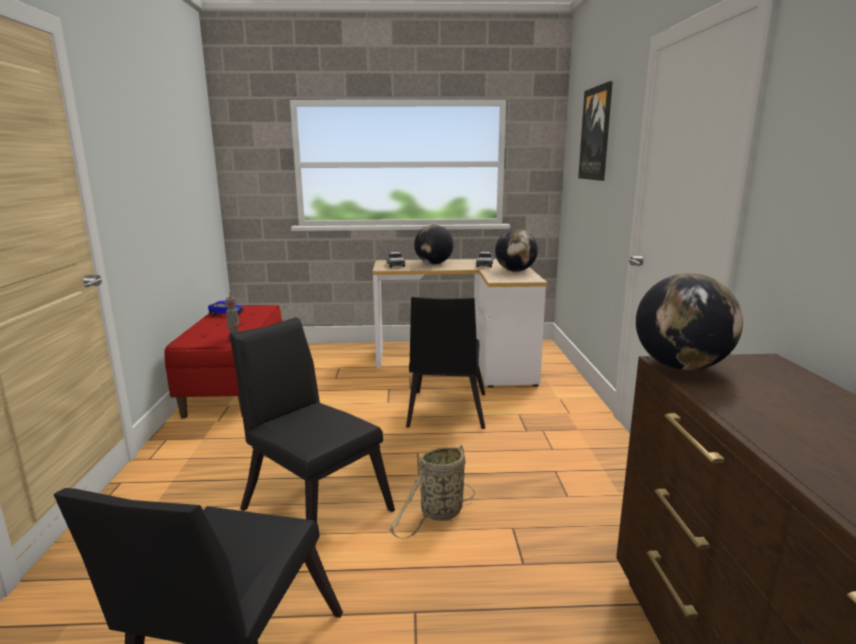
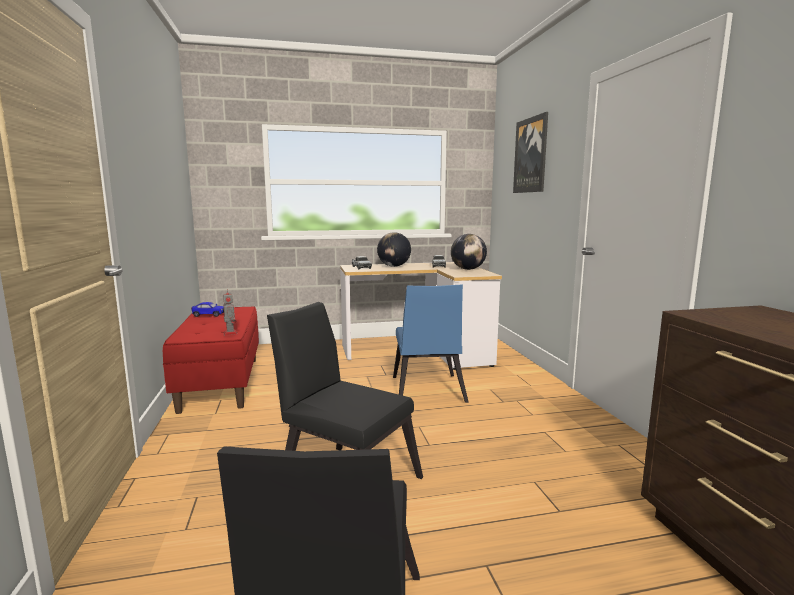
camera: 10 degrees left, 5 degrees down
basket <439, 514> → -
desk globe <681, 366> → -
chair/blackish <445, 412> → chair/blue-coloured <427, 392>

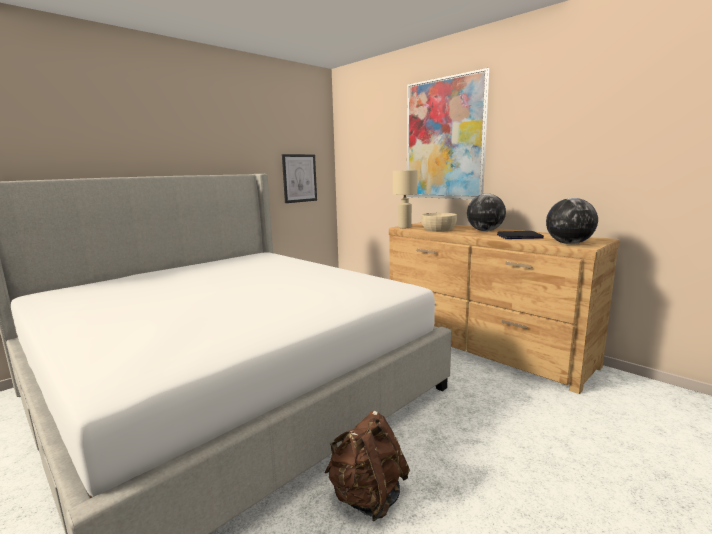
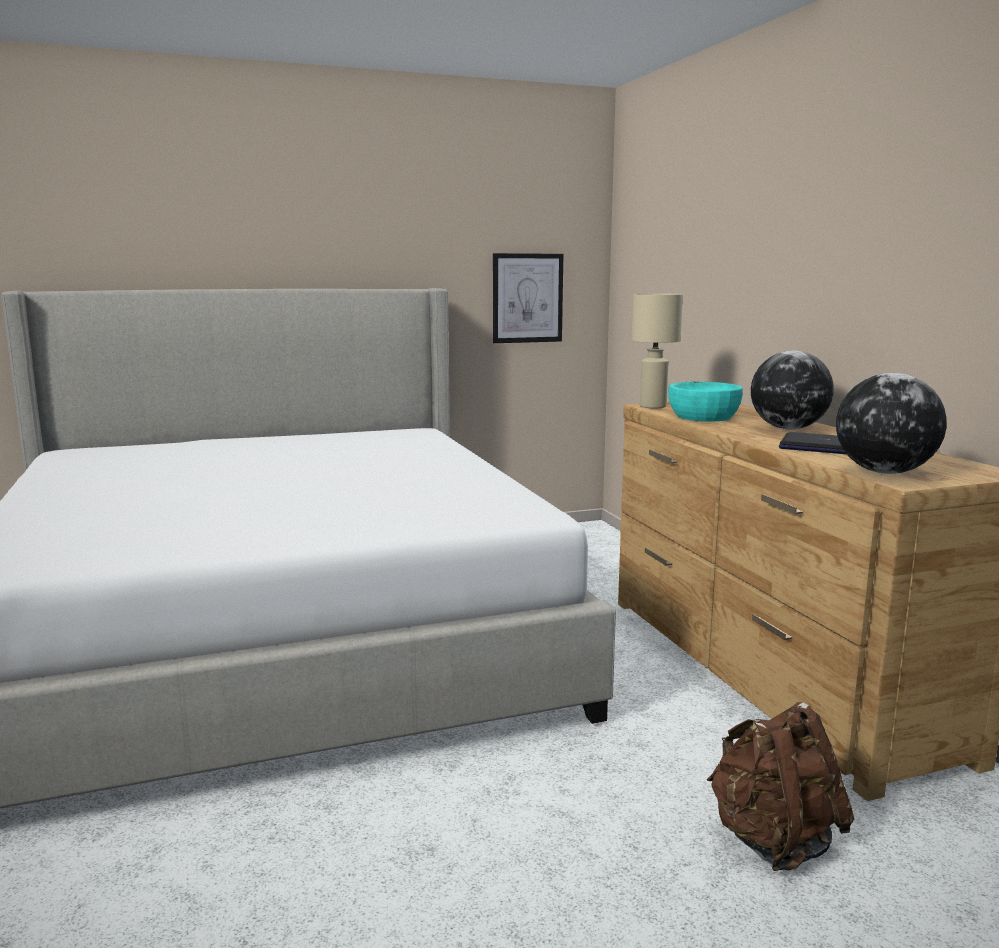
camera: 25 degrees right, 0 degrees up
wall picture <444, 139> → -
backpack/brown-coloured <367, 497> → backpack/brown-coloured <773, 841>, move
deep dish/beige <438, 229> → deep dish/turquoise-coloured <703, 417>

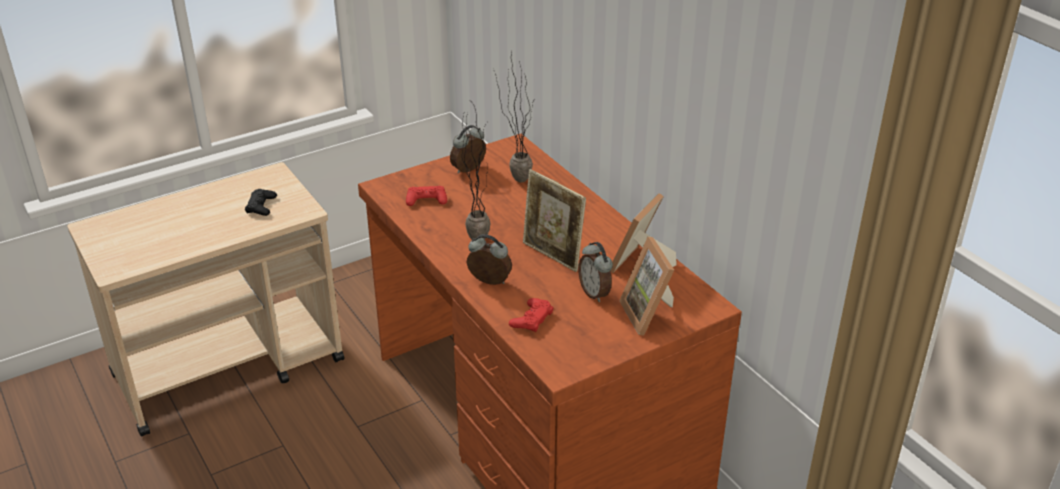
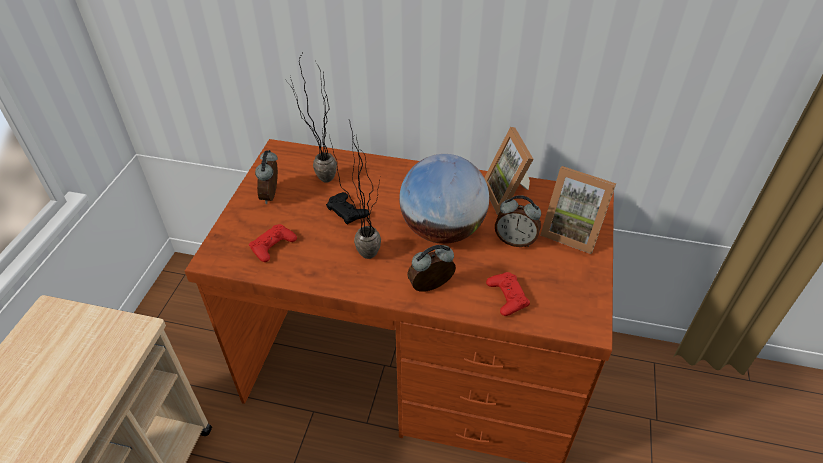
camera: 45 degrees left, 10 degrees up
game controller/blackish <261, 206> → game controller/blackish <347, 211>, move
photo frame <552, 256> → desk globe <442, 230>

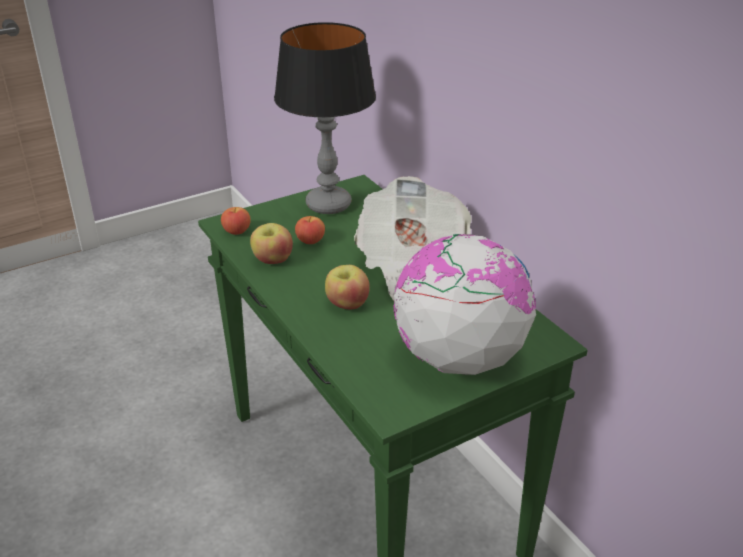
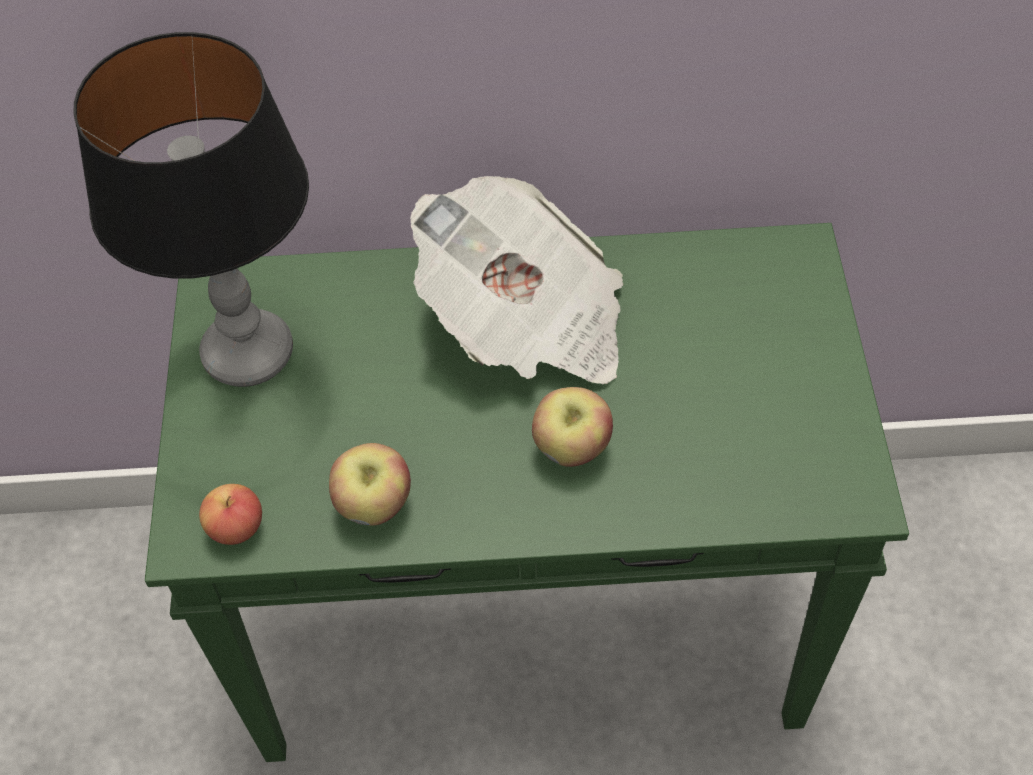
camera: 60 degrees left, 20 degrees up
apple <310, 241> → -
desk globe <459, 358> → -

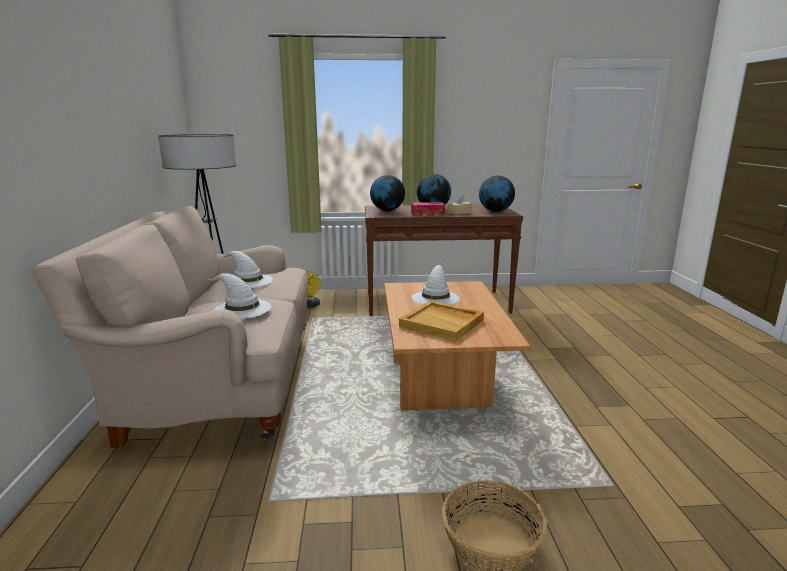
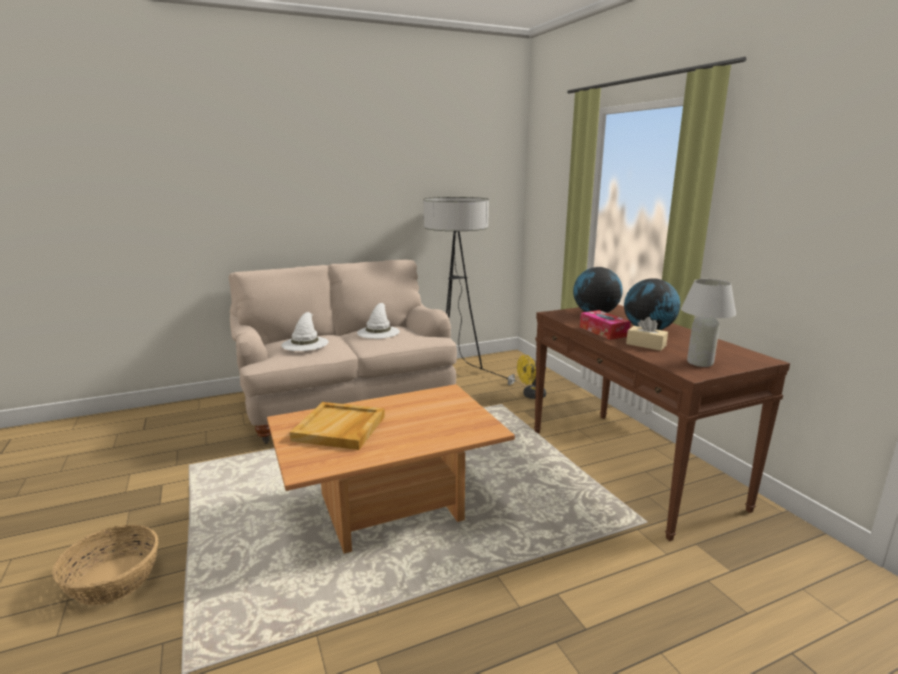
camera: 70 degrees right, 0 degrees up
wearable hat/whitish <435, 297> → -
desk globe <495, 211> → tabletop lamp/whitish <700, 363>

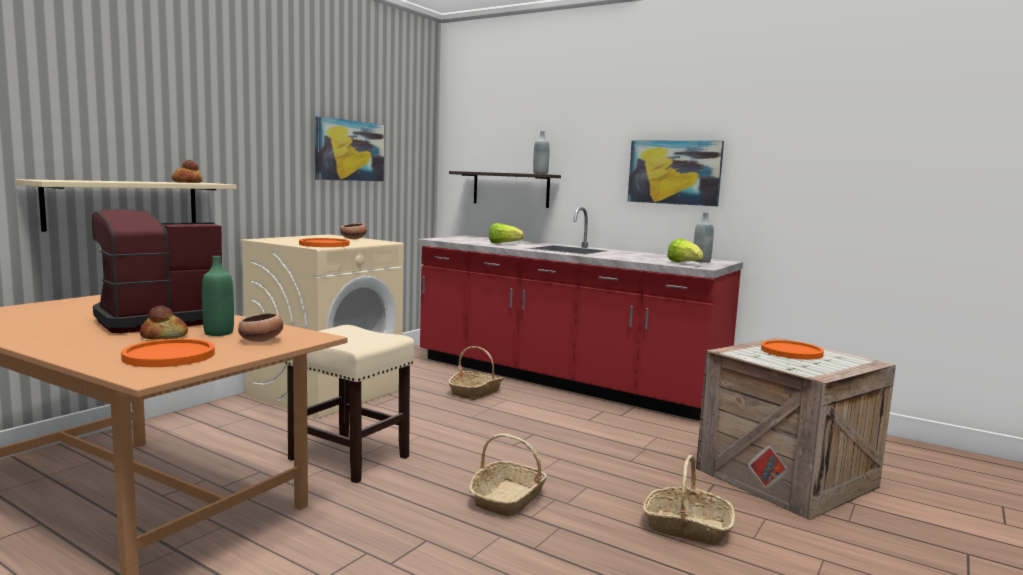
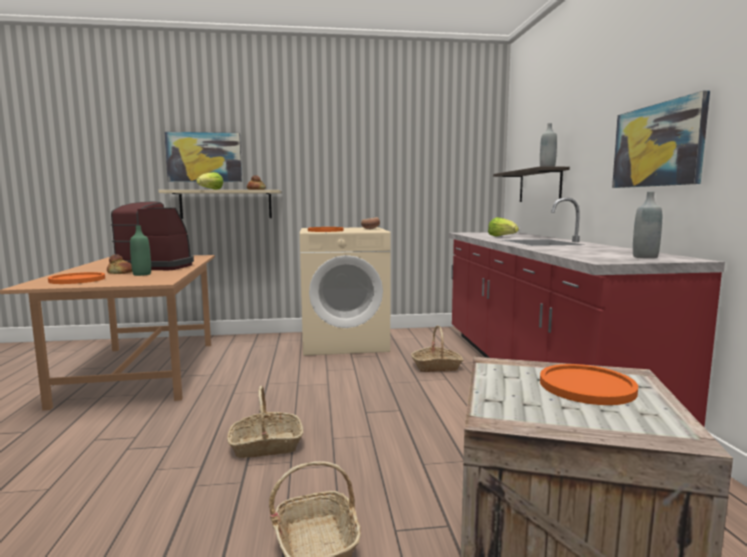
camera: 50 degrees right, 0 degrees up
deep dish <261, 341> → -
stool/beige <350, 458> → -
wall picture <349, 150> → wall picture <204, 157>, move
lettuce <684, 263> → lettuce <211, 189>, move

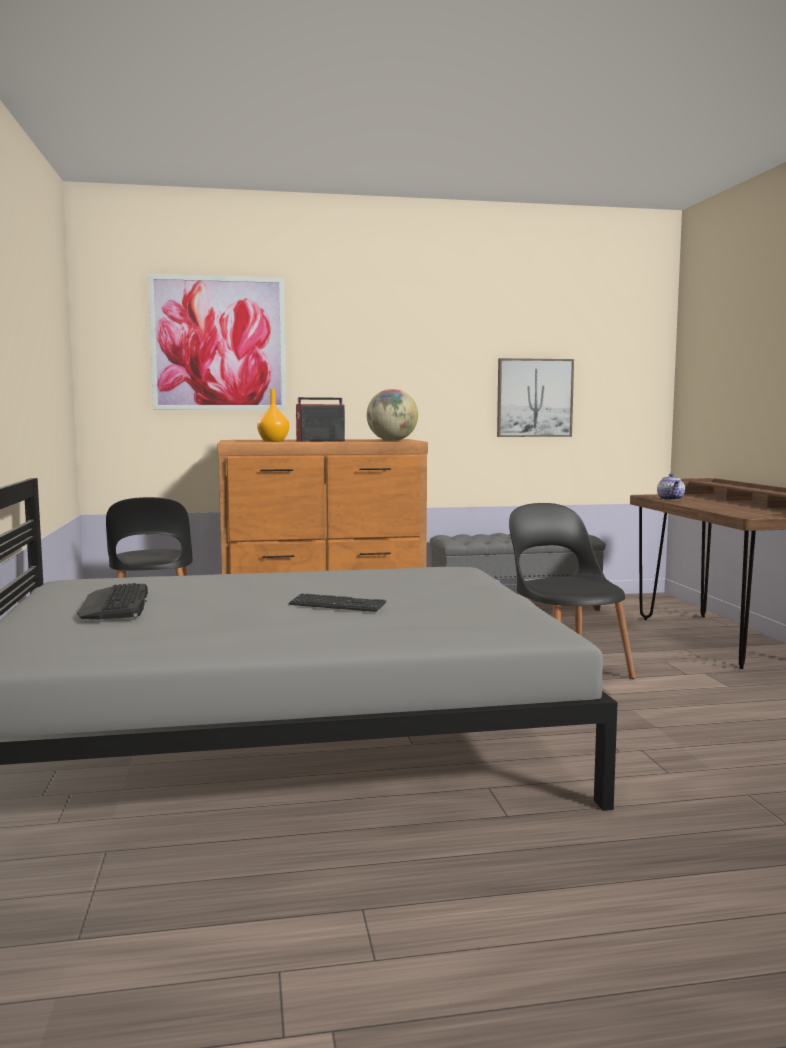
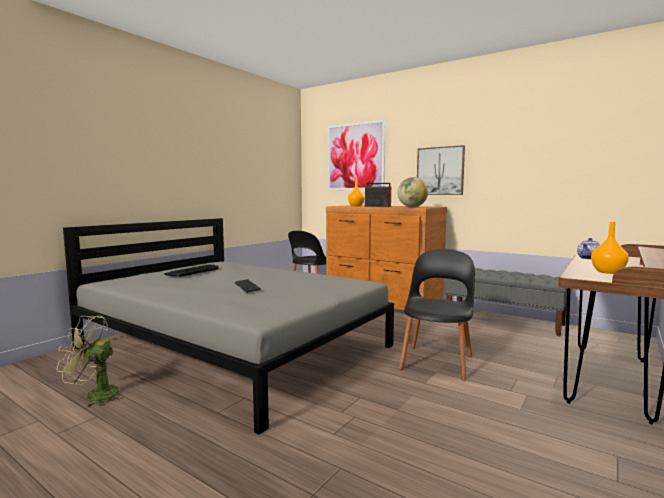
camera: 45 degrees right, 0 degrees up
- → electric fan/green <94, 395>
- → vase/orange <607, 272>
wall picture <534, 398> → wall picture <440, 171>, move

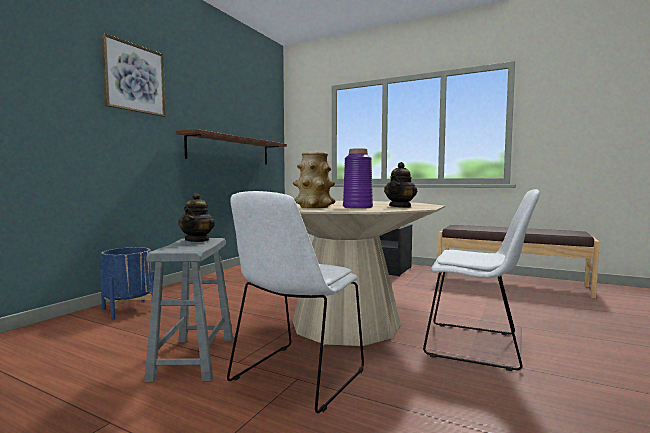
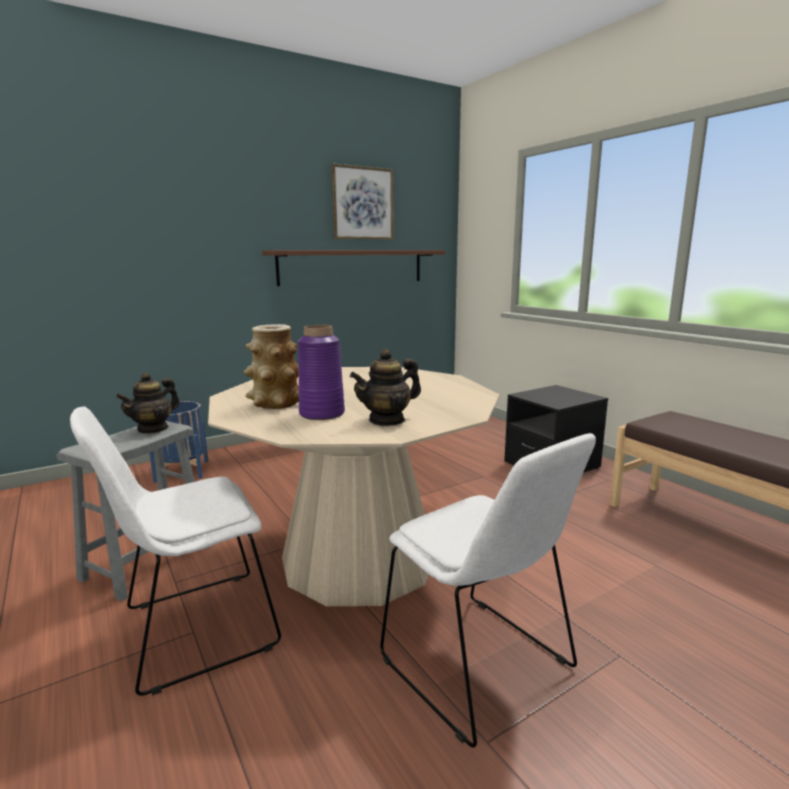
camera: 30 degrees right, 10 degrees up
wall picture <134, 78> → wall picture <362, 203>, move

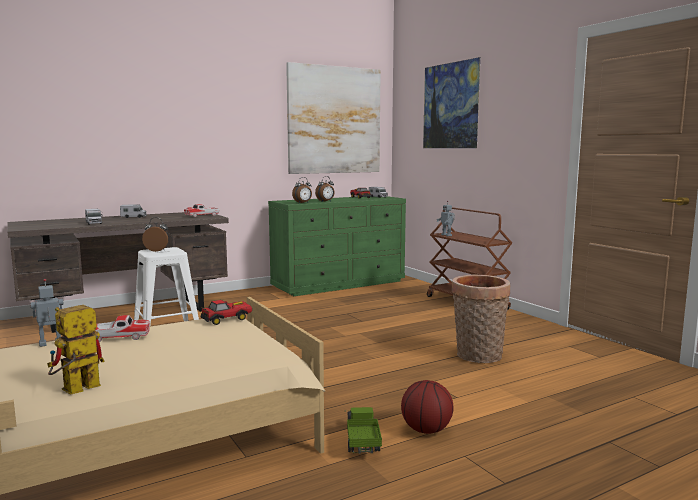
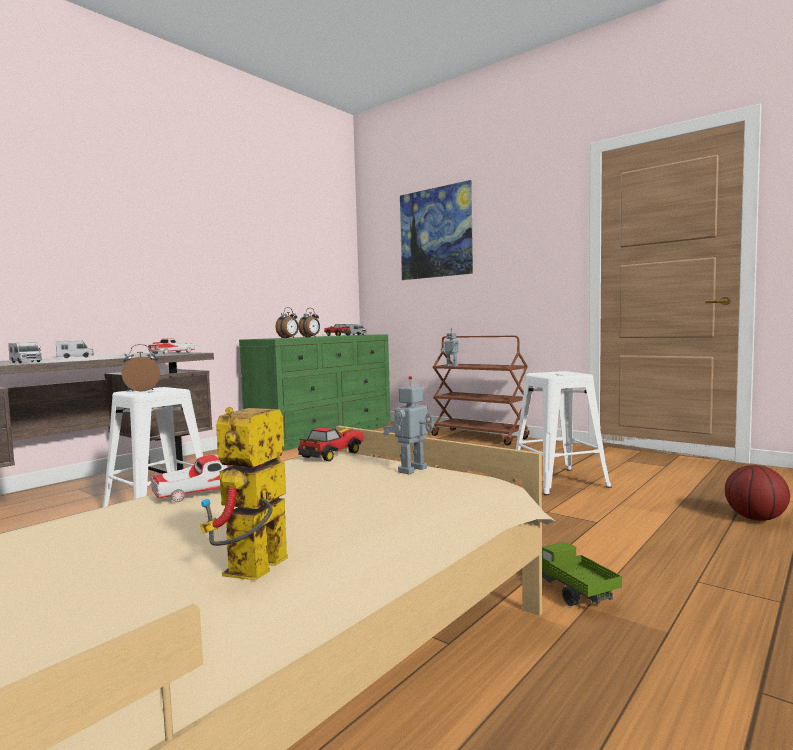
camera: 20 degrees left, 5 degrees down
wall picture <334, 120> → -
robot figure <51, 344> → robot figure <414, 470>, move
basketball <426, 430> → basketball <756, 519>, move
basket <477, 357> → stool/whitish <560, 481>

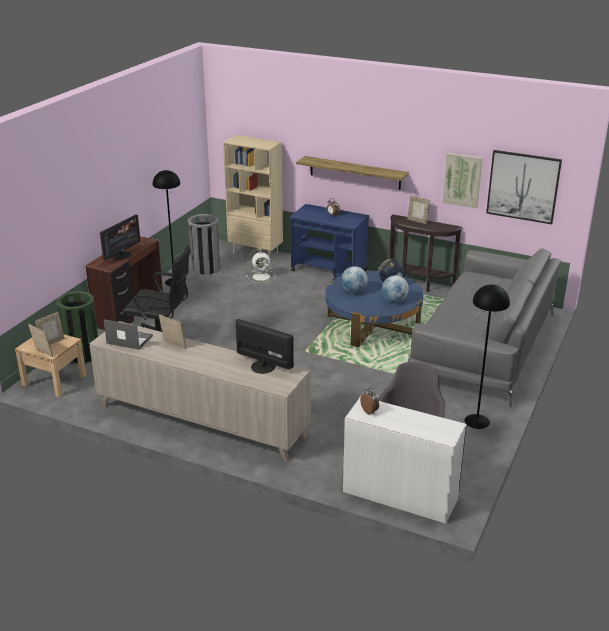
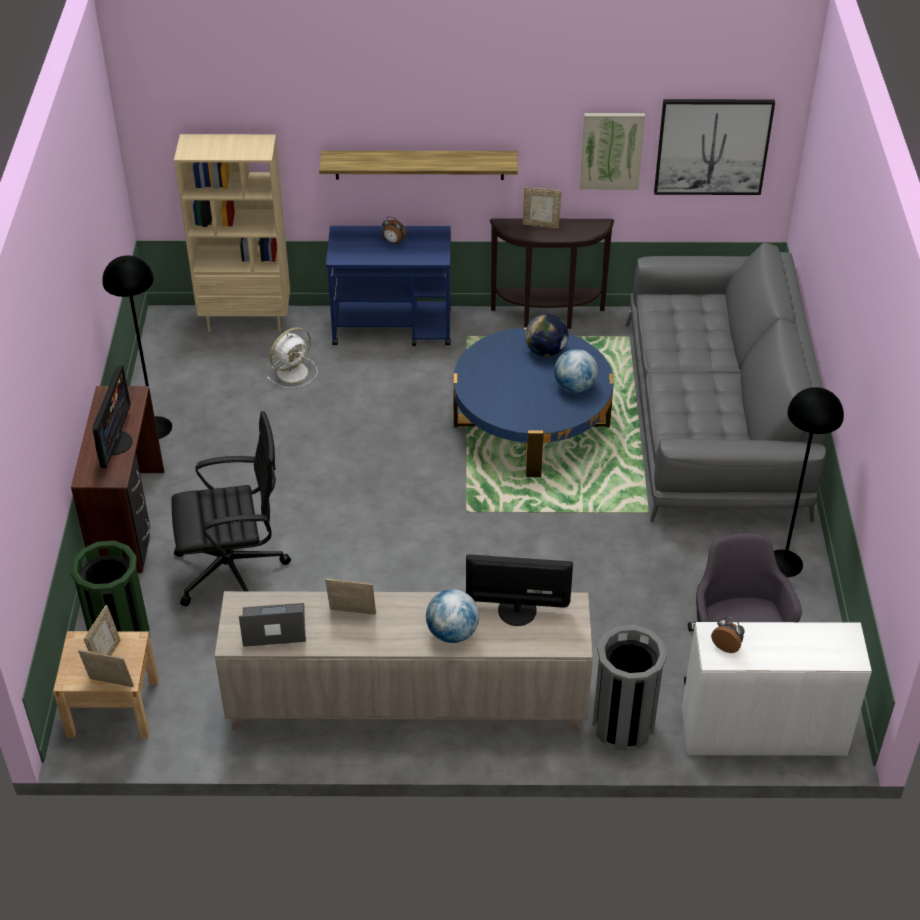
camera: 25 degrees left, 15 degrees up
waste bin/greyish <206, 269> → waste bin/greyish <623, 724>, move
desk globe <353, 291> → desk globe <452, 633>, move

